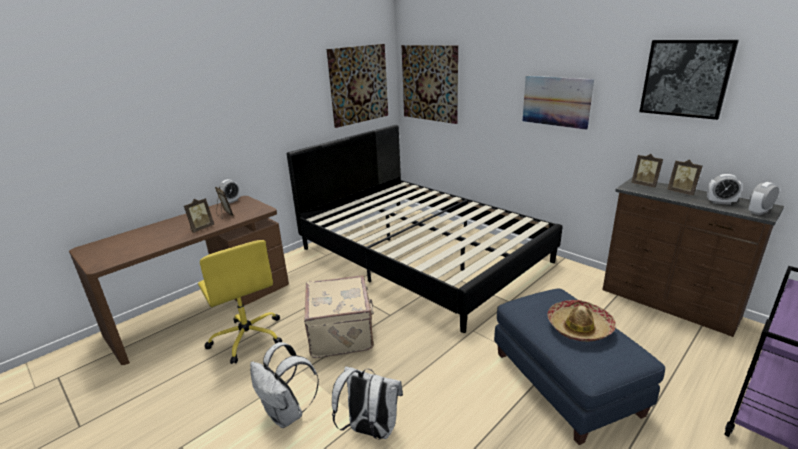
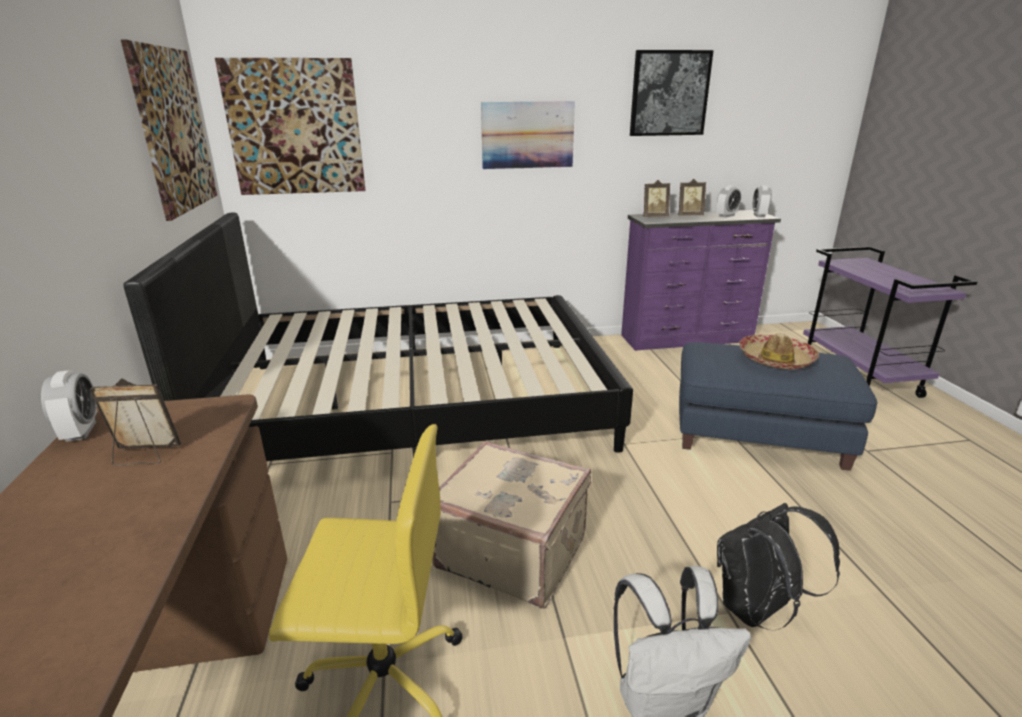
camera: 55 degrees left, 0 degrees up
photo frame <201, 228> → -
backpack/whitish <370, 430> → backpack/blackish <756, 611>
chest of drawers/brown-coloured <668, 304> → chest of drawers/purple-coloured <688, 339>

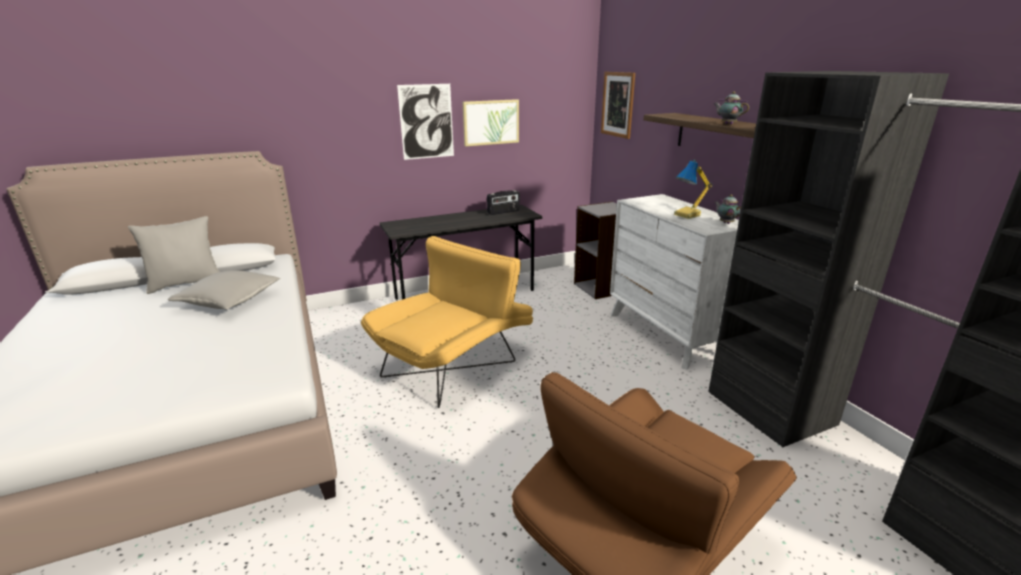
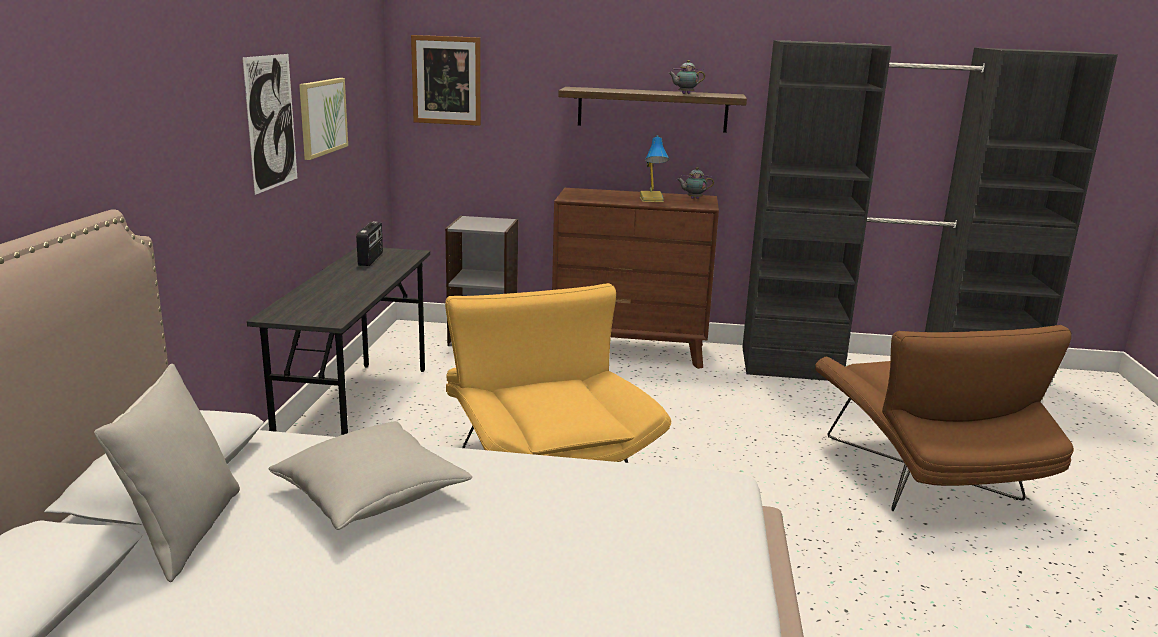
camera: 60 degrees left, 5 degrees down
chest of drawers/whitish <666, 334> → chest of drawers/brown-coloured <629, 350>

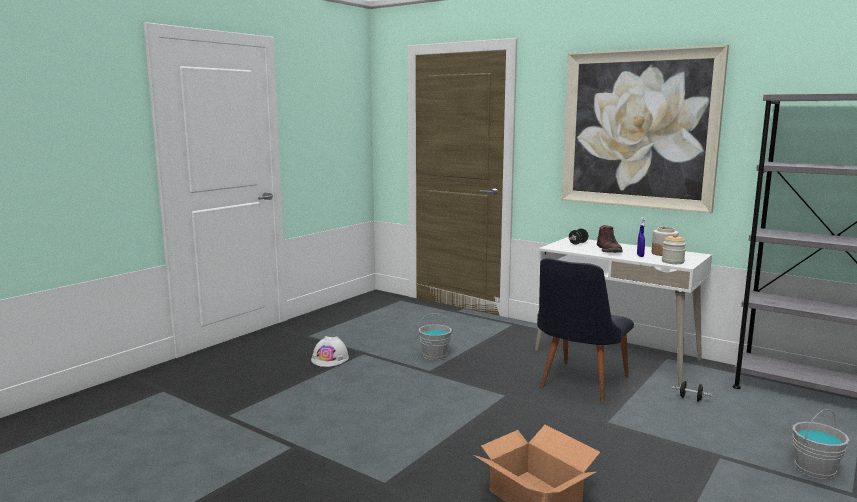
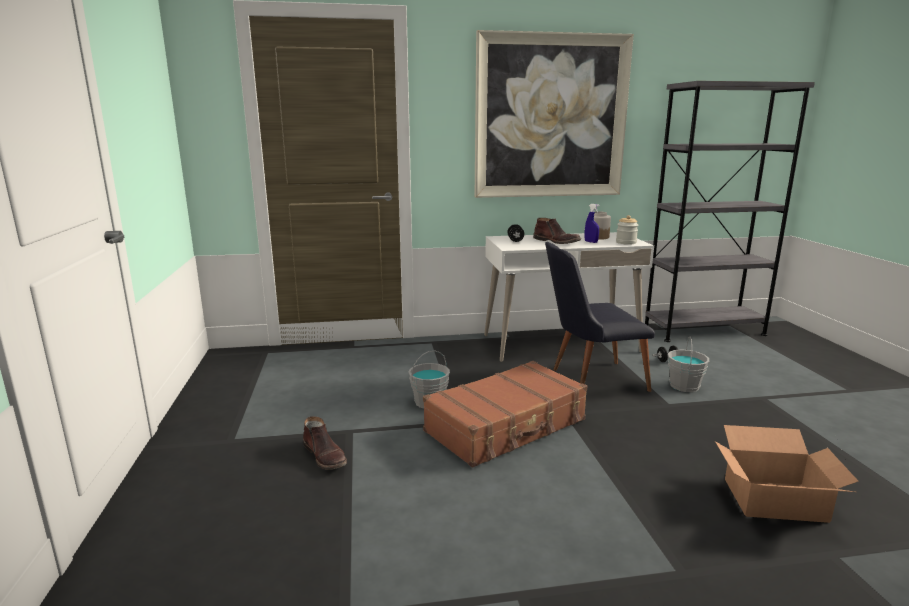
camera: 45 degrees left, 5 degrees up
- → travel case/brown-coloured <507, 426>
pail/greyish <815, 470> → pail/greyish <684, 386>, move
hard hat/whitish <330, 358> → tall boot/brown-coloured <325, 456>
chair/blackish <579, 384> → chair/blackish <589, 379>, 90 degrees clockwise

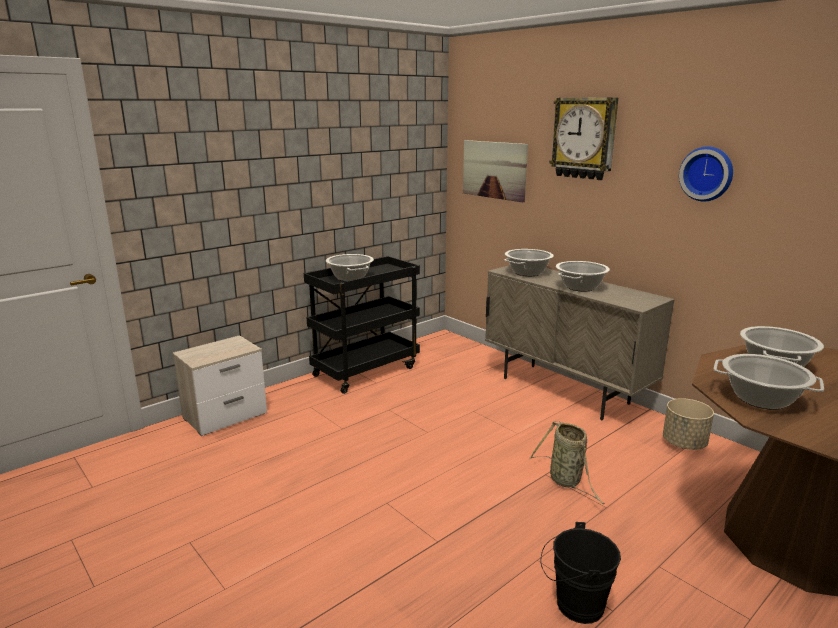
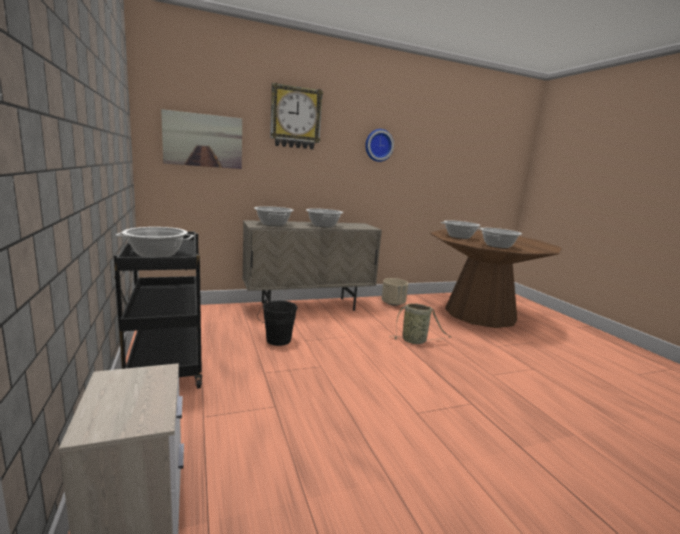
camera: 70 degrees left, 5 degrees down
pail/blackish <574, 605> → pail/blackish <277, 341>, move

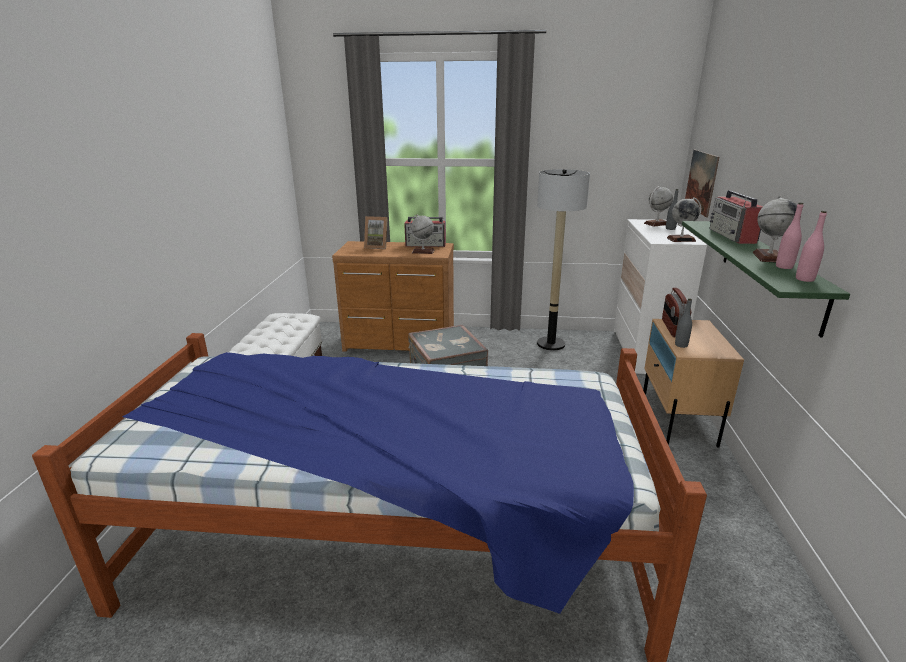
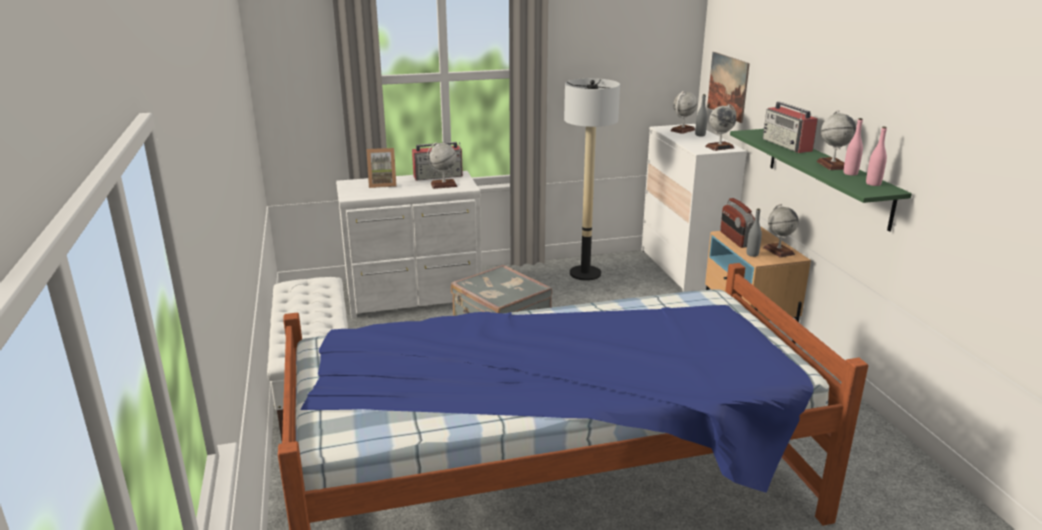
camera: 20 degrees left, 0 degrees up
- → desk globe <778, 251>
chest of drawers/brown-coloured <400, 343> → chest of drawers/whitish <415, 298>

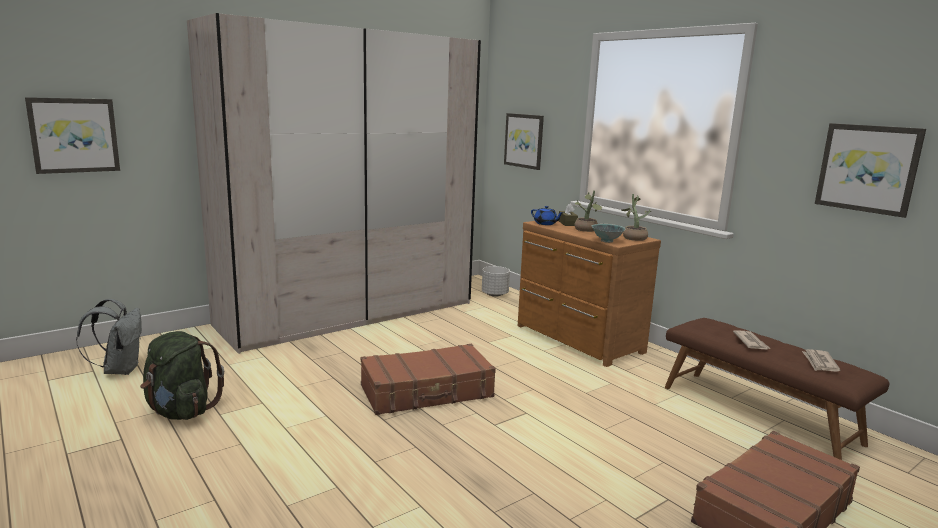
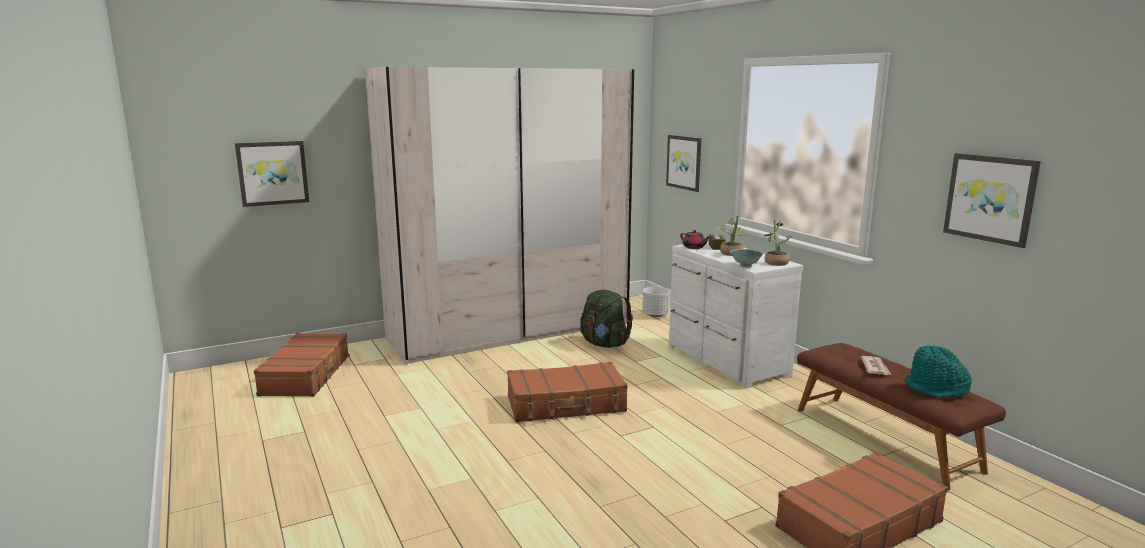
camera: 10 degrees right, 0 degrees up
backpack/green <181, 411> → backpack/green <604, 344>, move
backpack/greyish <120, 370> → travel case/brown-coloured <307, 375>
newspaper <819, 363> → wearable hat/turquoise-coloured <936, 389>
chest of drawers/brown-coloured <577, 340> → chest of drawers/whitish <725, 361>
teapot/blue-coloured <545, 224> → teapot/red <694, 247>

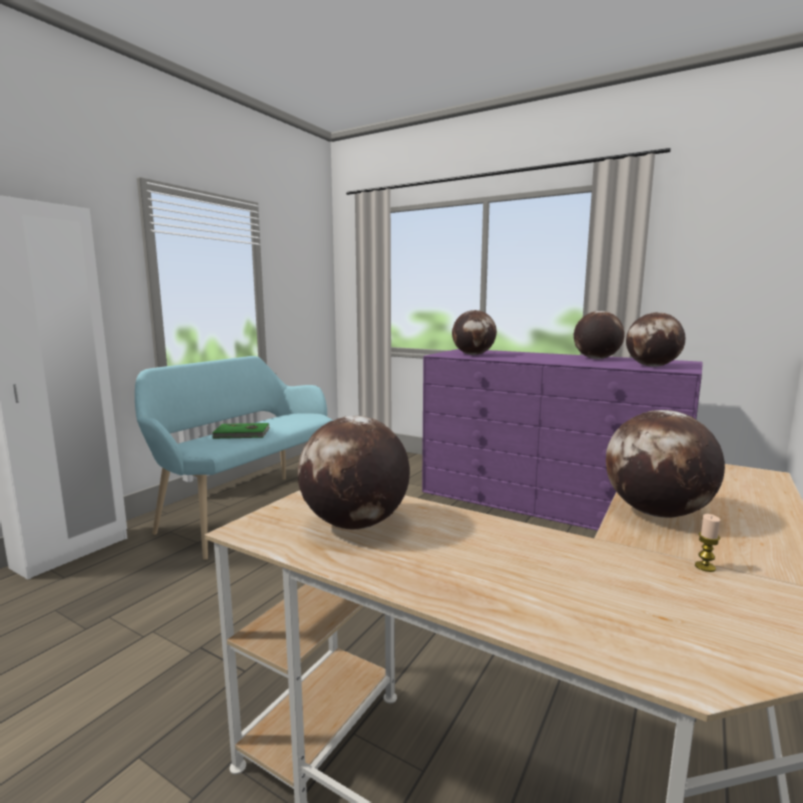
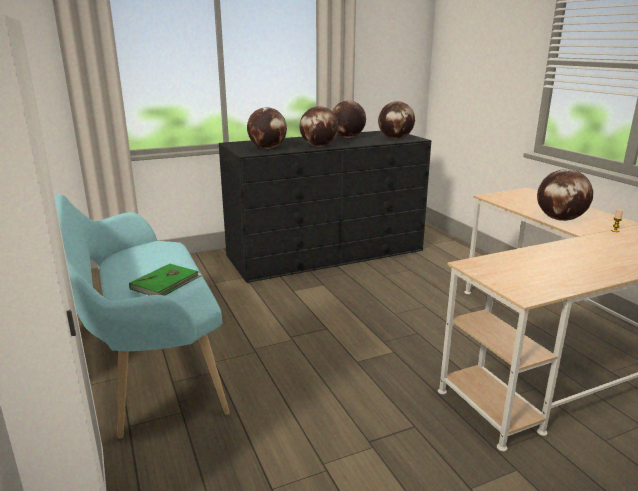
camera: 55 degrees left, 10 degrees up
desk globe <355, 524> → desk globe <319, 146>, move
chest of drawers/purple-coloured <547, 501> → chest of drawers/blackish <326, 253>

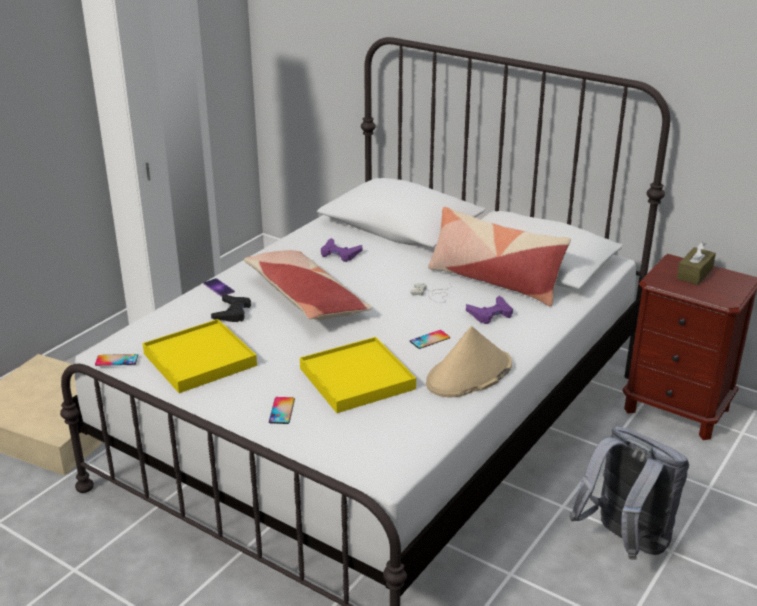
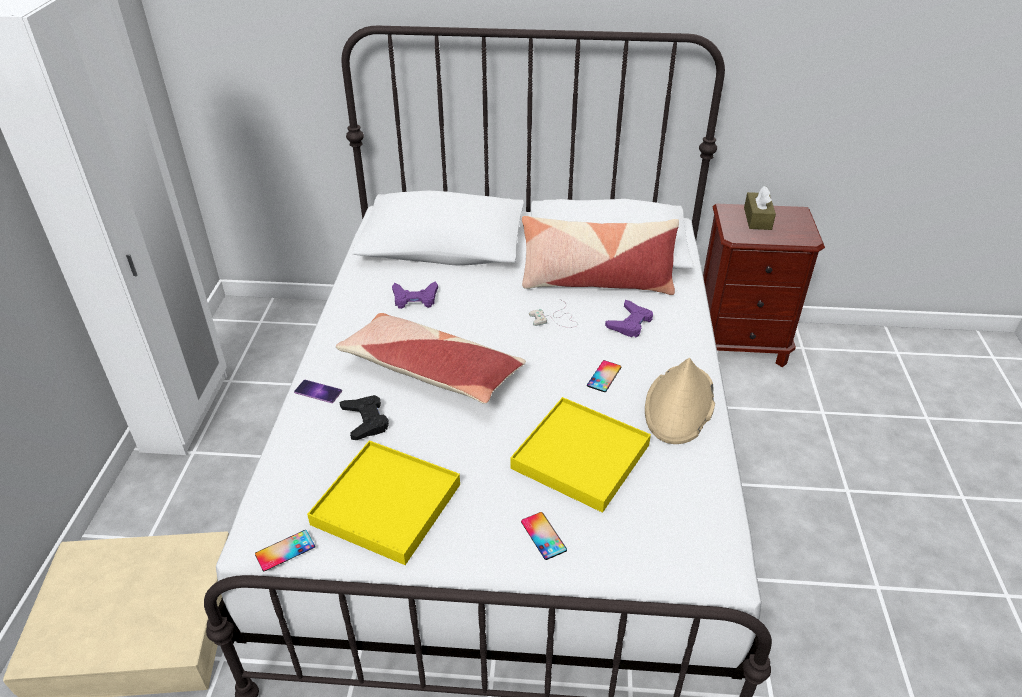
camera: 30 degrees left, 10 degrees up
backpack/greyish <624, 542> → -

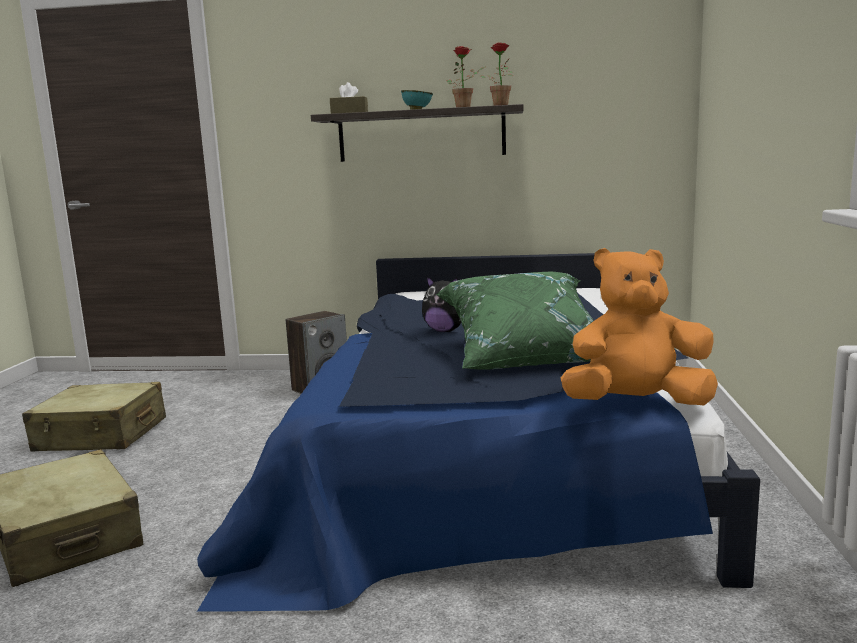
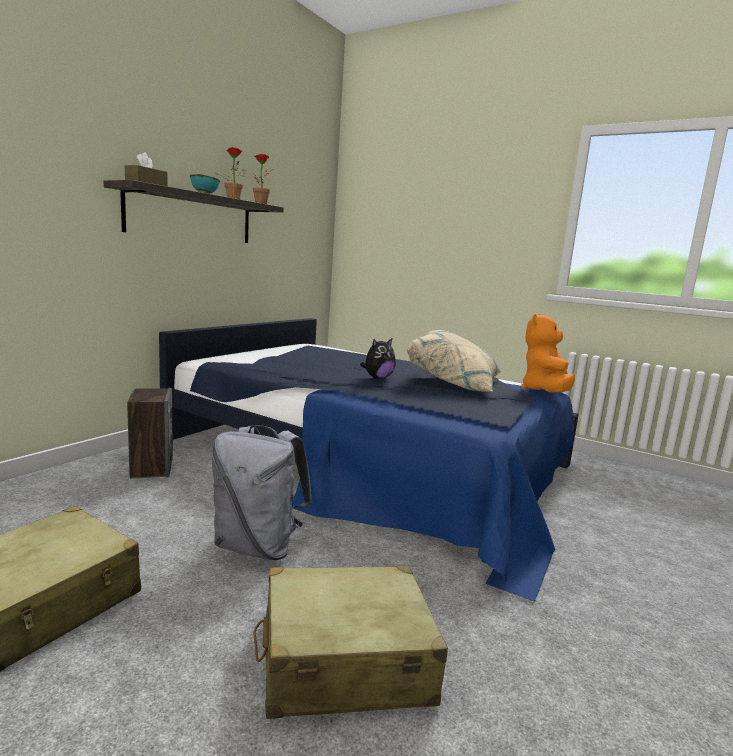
camera: 65 degrees left, 0 degrees up
- → backpack/greyish <258, 546>
pillow/green <525, 355> → pillow/beige <455, 382>

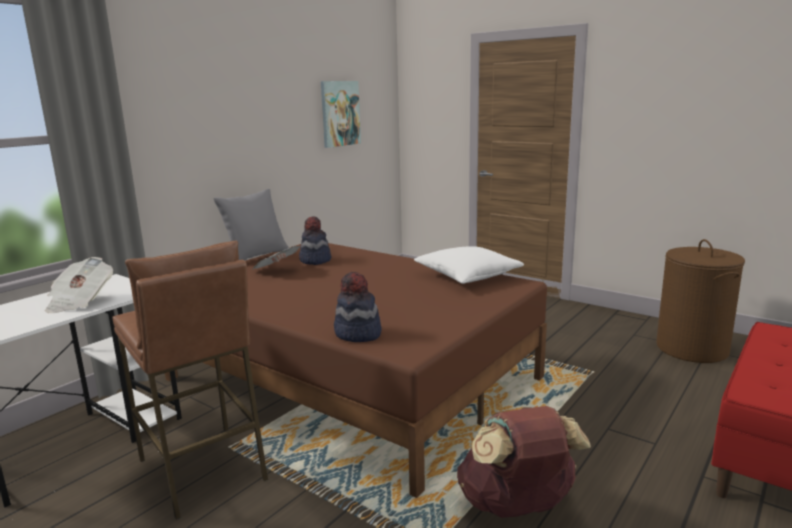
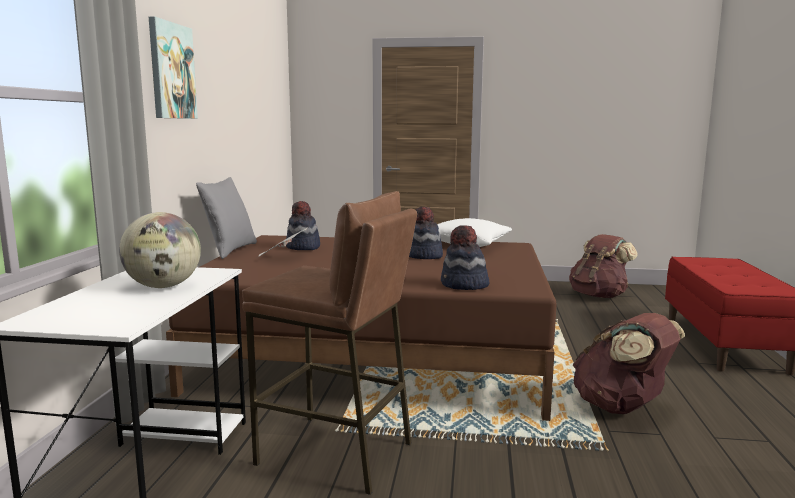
camera: 30 degrees left, 5 degrees down
- → wearable hat <423, 256>
wall picture <340, 113> → wall picture <171, 71>, move
newspaper <80, 302> → desk globe <163, 286>
washing basket/brown-coloured <692, 348> → backpack/brown-coloured <598, 296>

